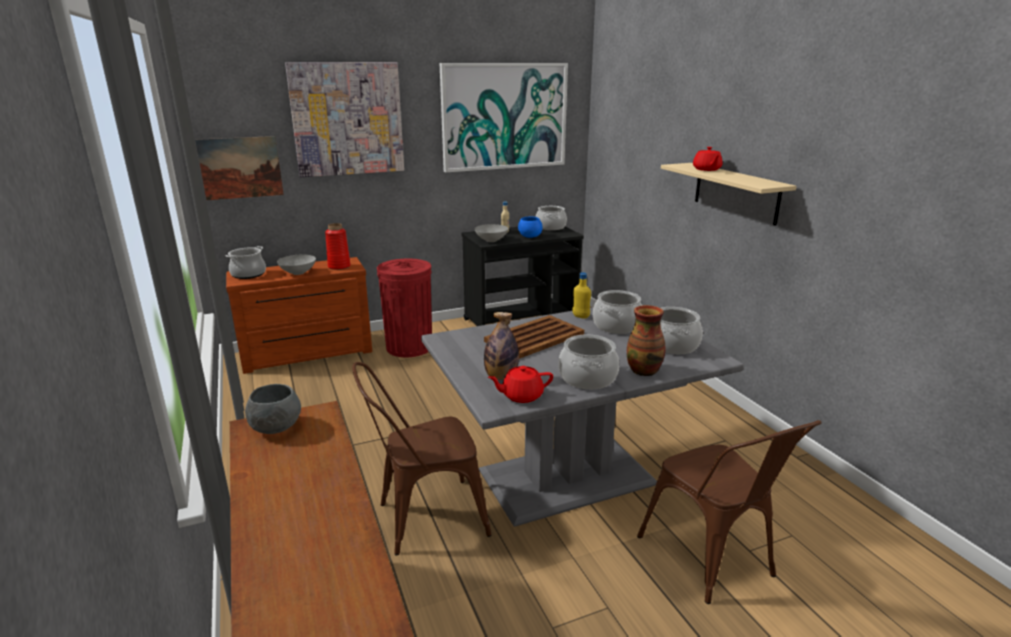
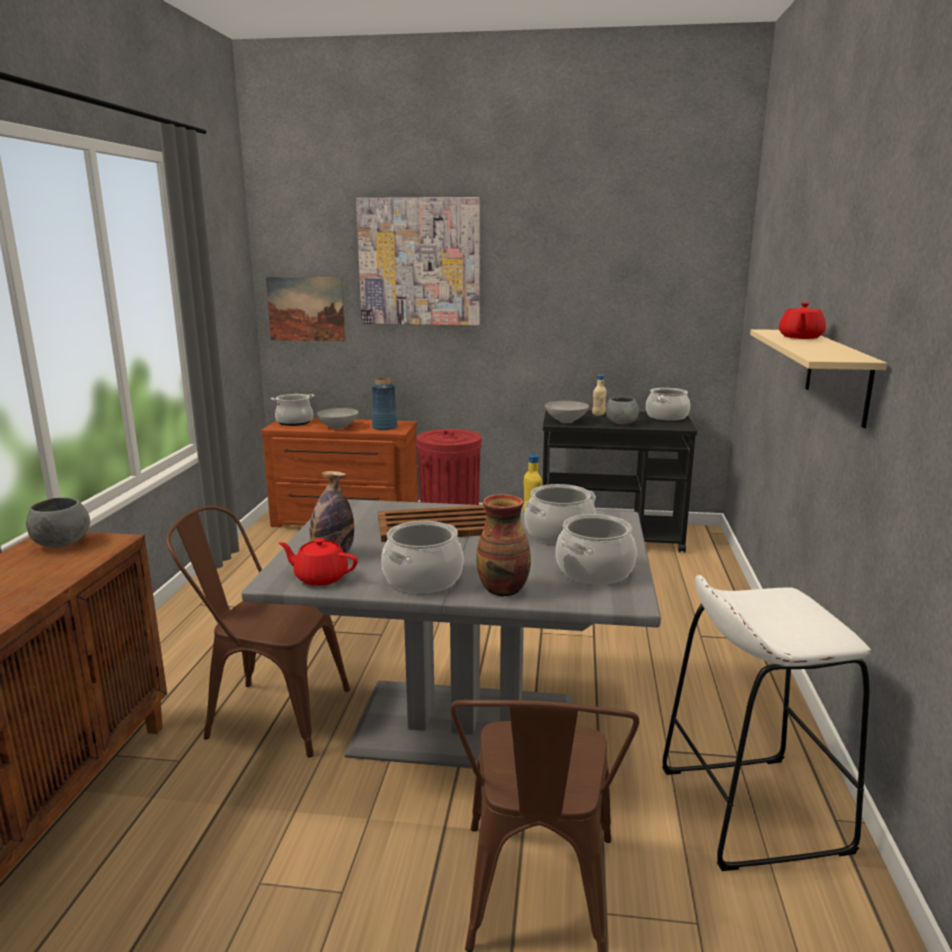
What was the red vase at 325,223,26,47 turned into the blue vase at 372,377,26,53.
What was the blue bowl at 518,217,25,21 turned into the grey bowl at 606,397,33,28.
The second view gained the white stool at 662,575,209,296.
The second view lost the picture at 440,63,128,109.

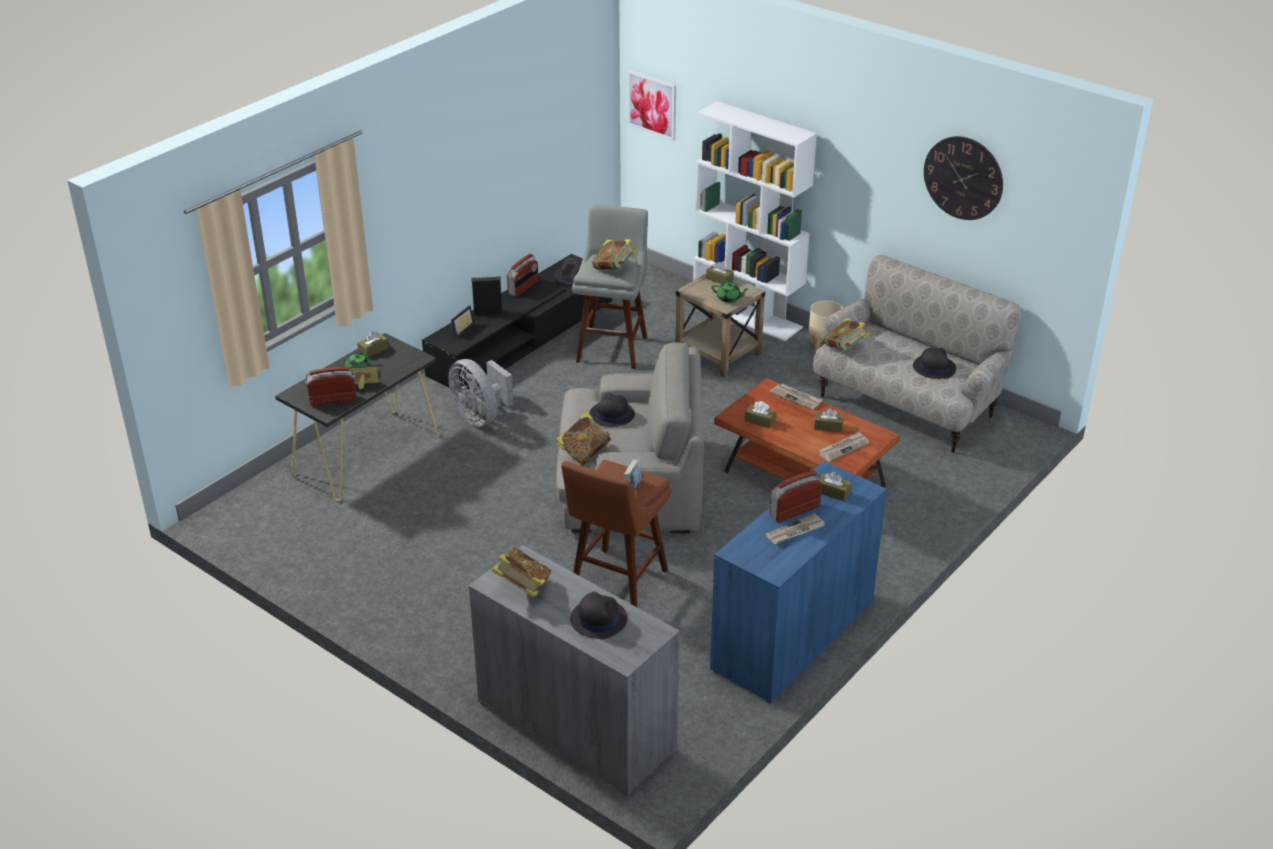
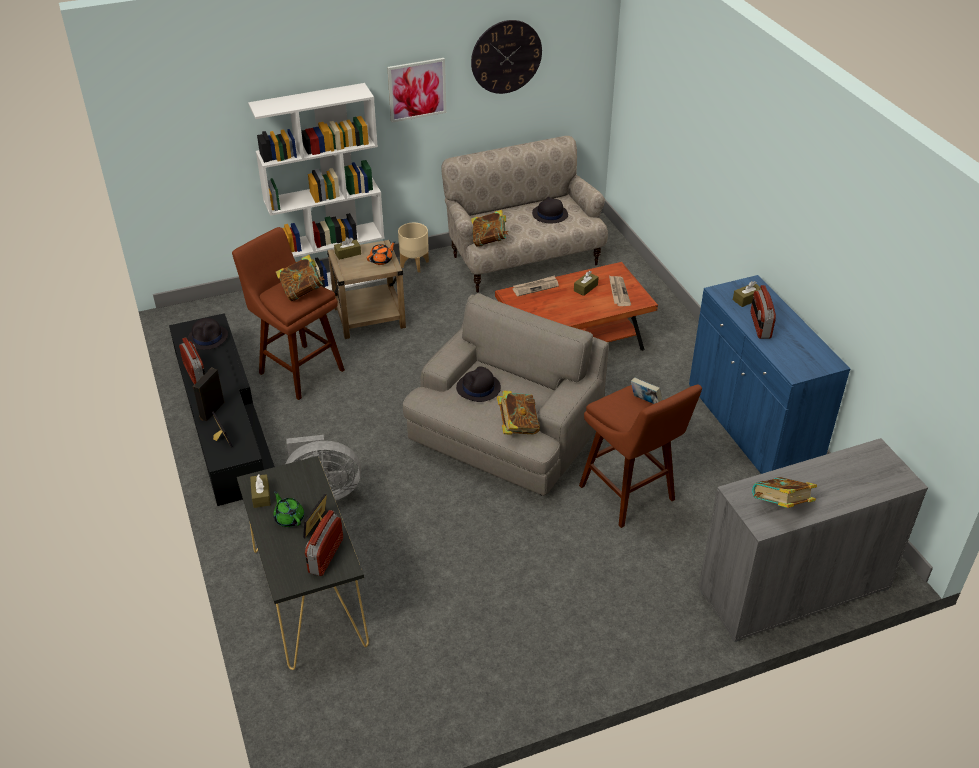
What was the grey stool at 572,204,76,165 turned into the brown stool at 232,227,113,173.
What was the green teapot at 712,282,36,21 turned into the orange teapot at 367,242,28,23.
The picture ended up elsewhere, having gone from 628,70,48,71 to 387,58,59,65.
The second view lost the black hat at 570,592,58,47.
The second view lost the brown tissue box at 745,401,31,27.
The second view lost the newspaper at 765,513,60,31.

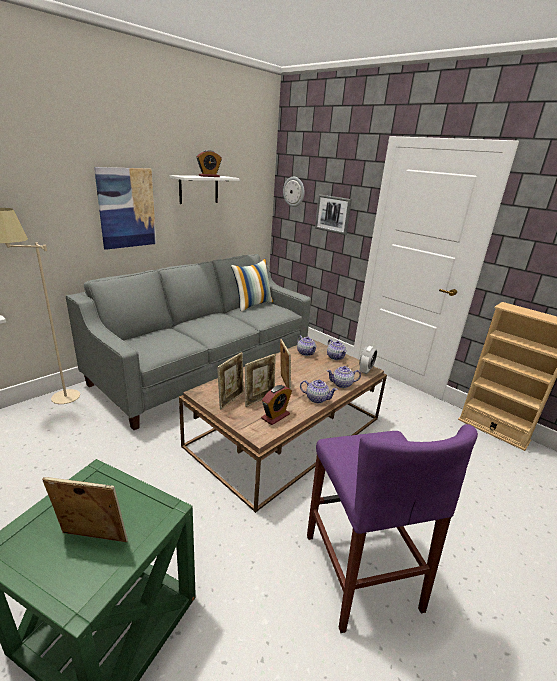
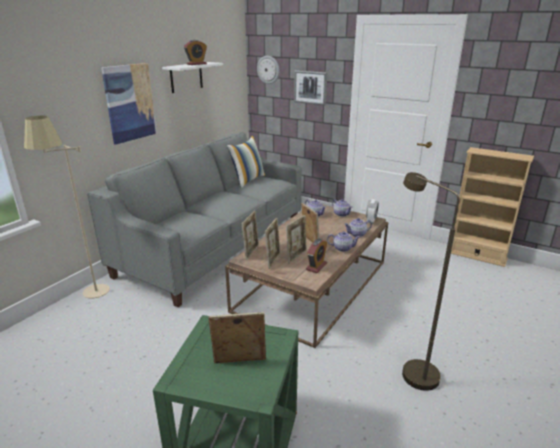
The second view gained the picture frame at 242,211,17,49.
Where the purple stool stood at 307,424,171,209, the brown floor lamp came to stand at 402,172,57,219.

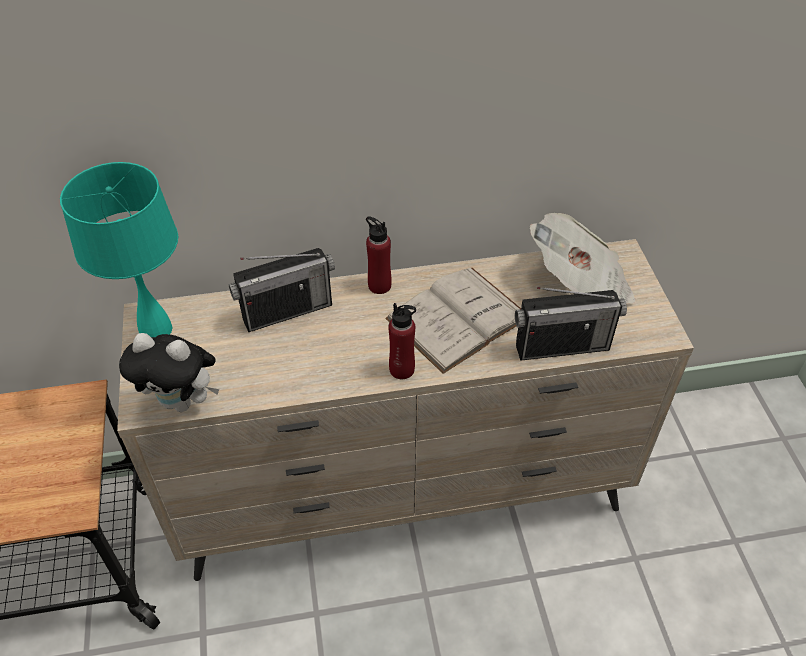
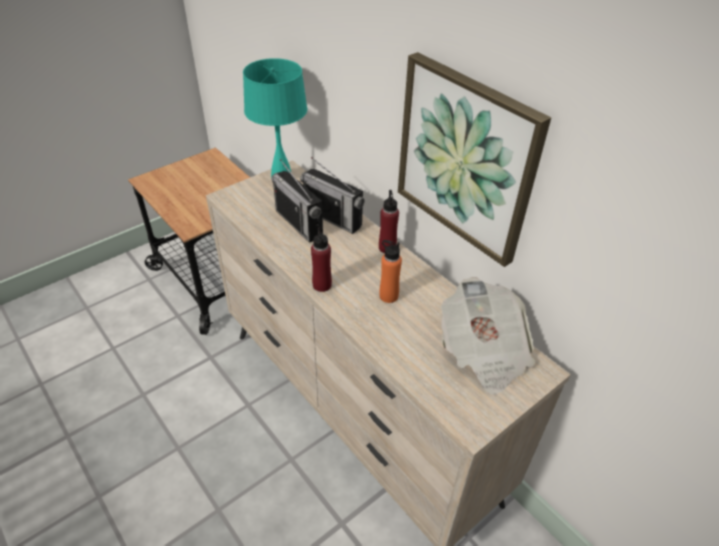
The radio ended up elsewhere, having gone from 515,287,112,73 to 271,159,52,84.
Where the white book stood at 385,268,136,106, the orange bottle came to stand at 379,240,23,63.
The second view gained the picture at 398,52,153,215.
The second view lost the plush toy at 119,333,100,79.

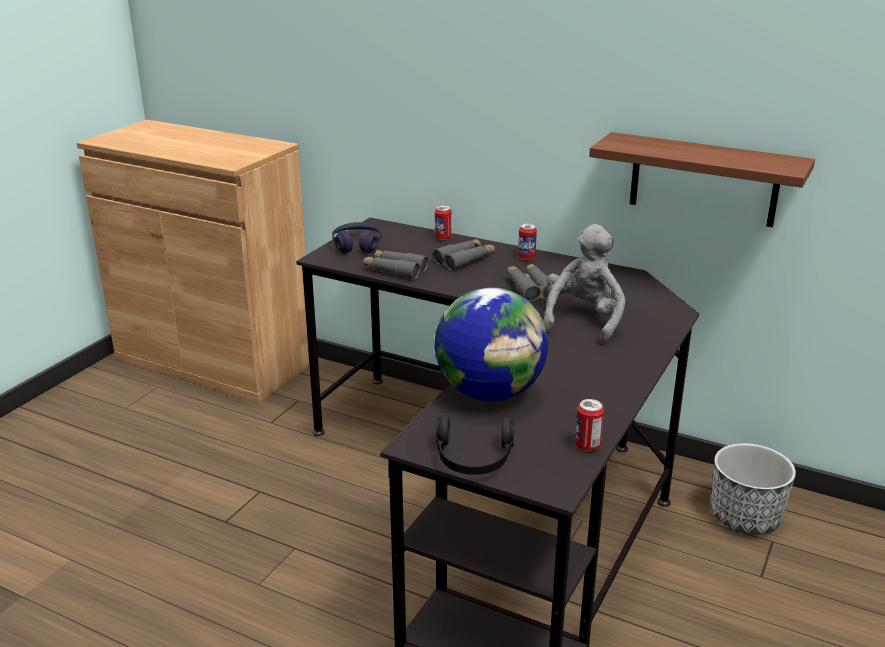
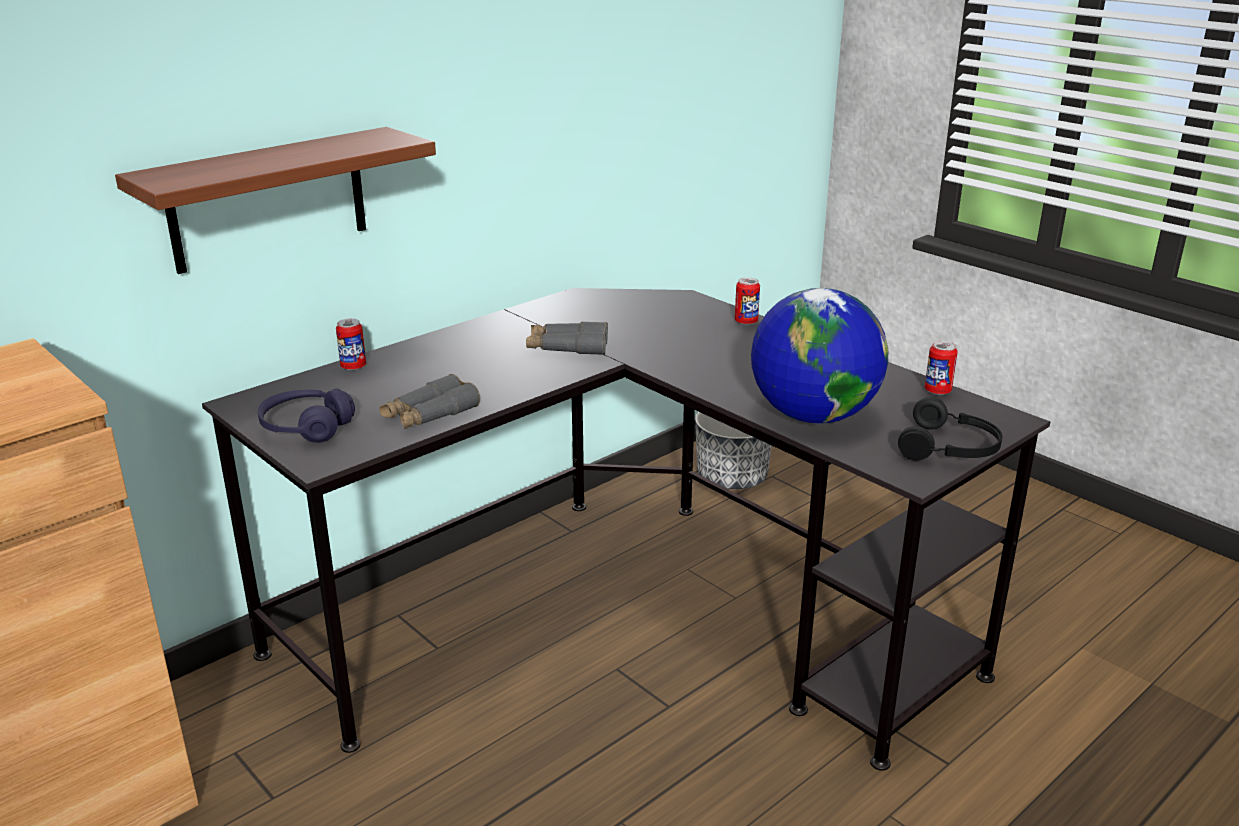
The shelf ended up elsewhere, having gone from 589,132,226,95 to 115,127,321,147.
The can ended up elsewhere, having gone from 518,224,19,36 to 735,277,25,48.
The second view lost the grey binoculars at 433,239,62,32.
The second view lost the grey plush toy at 543,224,83,120.

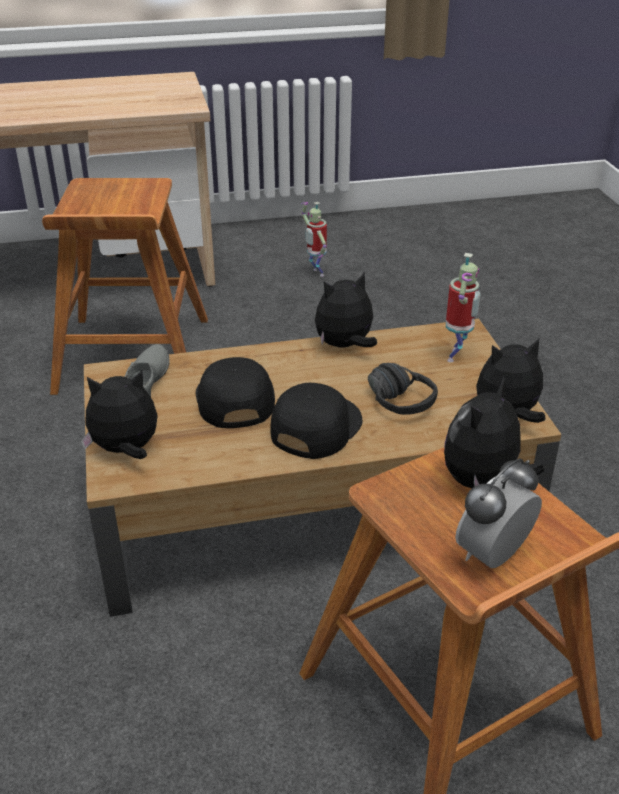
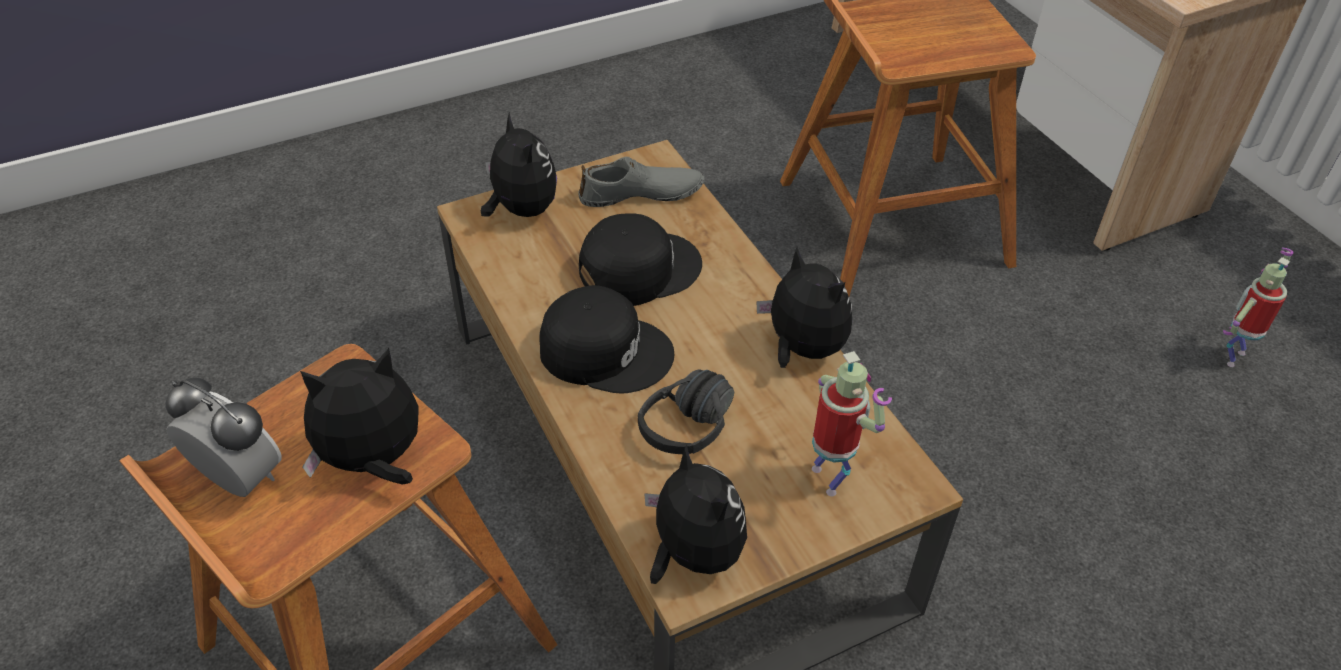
The plush toy at 444,376,100,112 ended up facing another way, 45 degrees counterclockwise from before.
The toy robot at 446,253,35,109 ended up facing another way, 120 degrees counterclockwise from before.

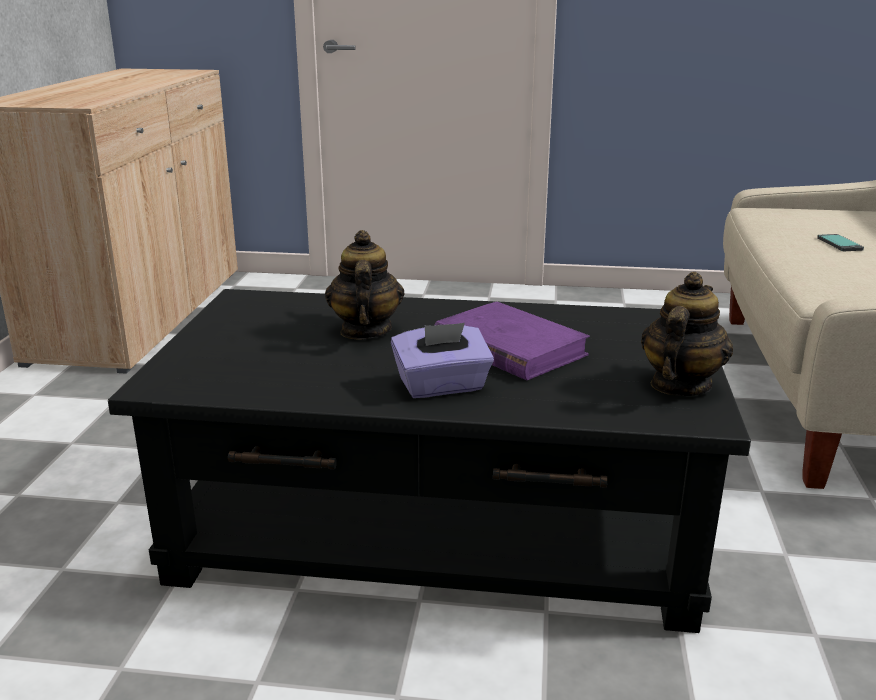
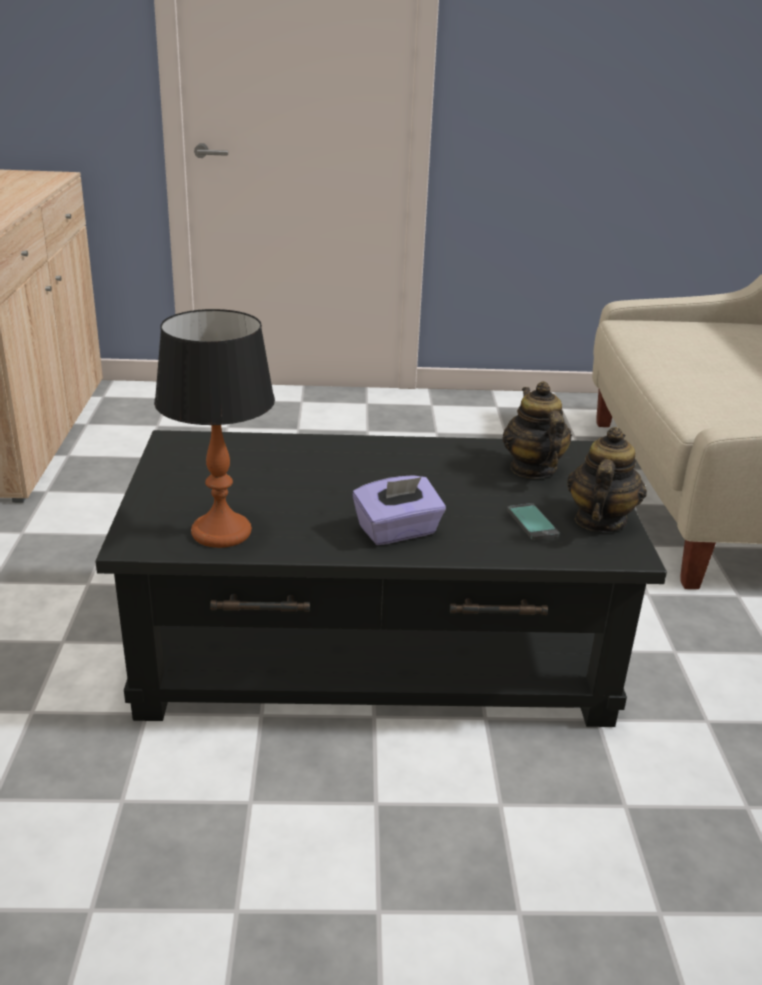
The second view gained the table lamp at 154,309,121,239.
The teapot ended up elsewhere, having gone from 325,230,80,110 to 503,381,69,98.
The phone ended up elsewhere, having gone from 817,234,47,17 to 507,503,52,37.
The second view lost the purple book at 434,301,156,79.

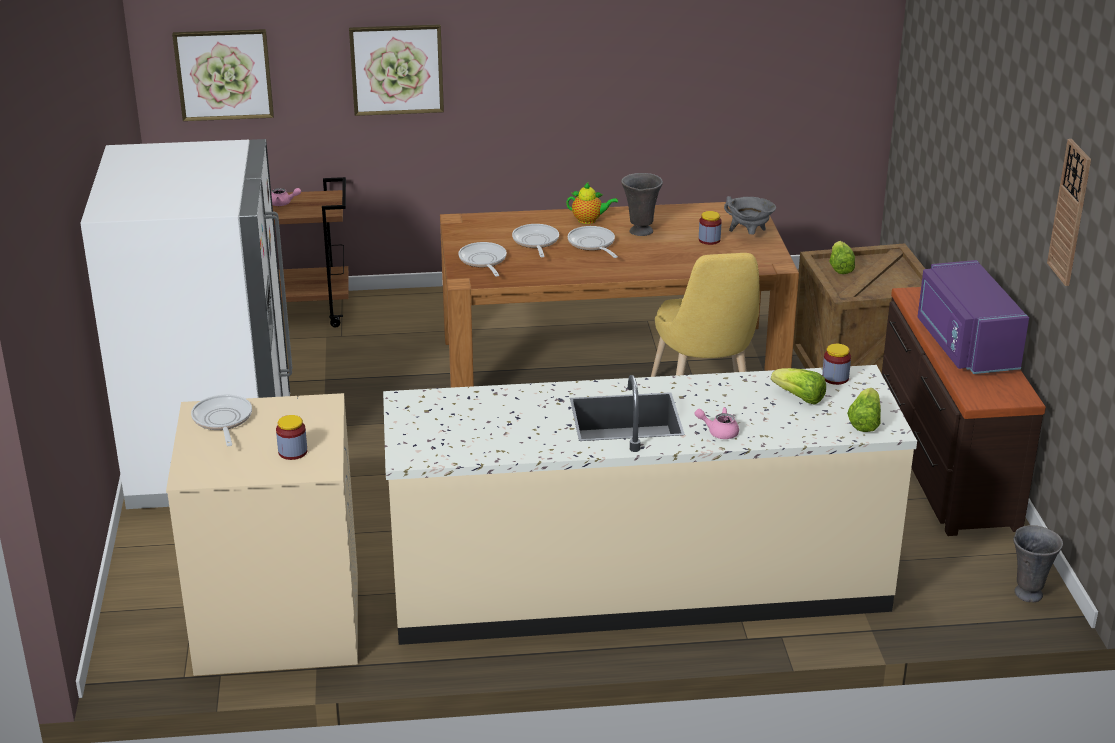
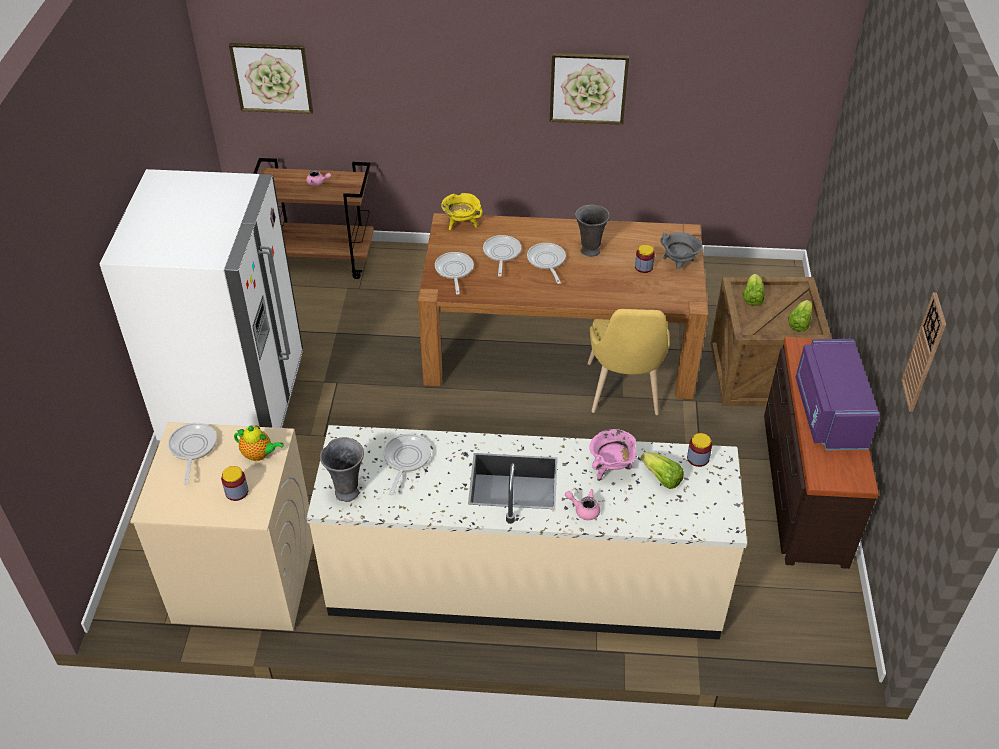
The teapot ended up elsewhere, having gone from 566,182,52,42 to 234,425,50,36.
The grey vase ended up elsewhere, having gone from 1013,525,50,77 to 320,437,44,65.
The second view gained the frying pan at 384,434,47,62.
The second view gained the yellow cooking pot at 441,193,42,37.
The picture ended up elsewhere, having gone from 349,24,95,92 to 550,53,79,72.
The second view gained the pink cooking pot at 589,429,48,52.
The lettuce ended up elsewhere, having gone from 847,388,34,44 to 788,300,24,32.

